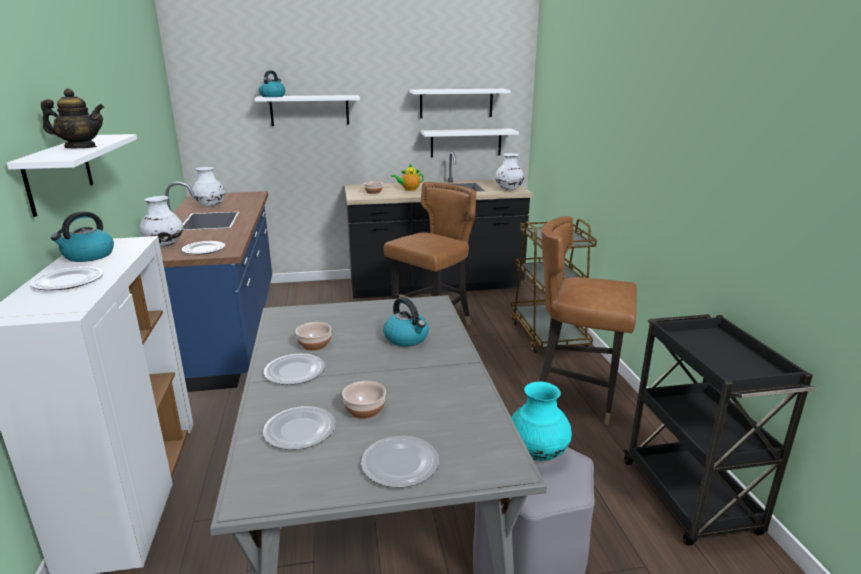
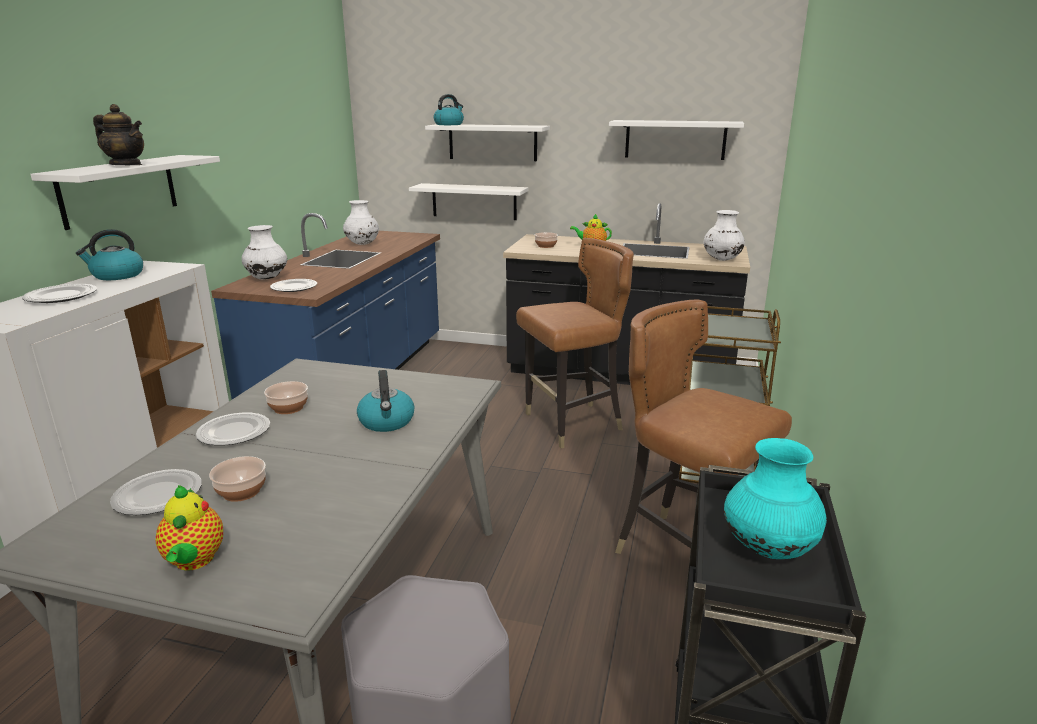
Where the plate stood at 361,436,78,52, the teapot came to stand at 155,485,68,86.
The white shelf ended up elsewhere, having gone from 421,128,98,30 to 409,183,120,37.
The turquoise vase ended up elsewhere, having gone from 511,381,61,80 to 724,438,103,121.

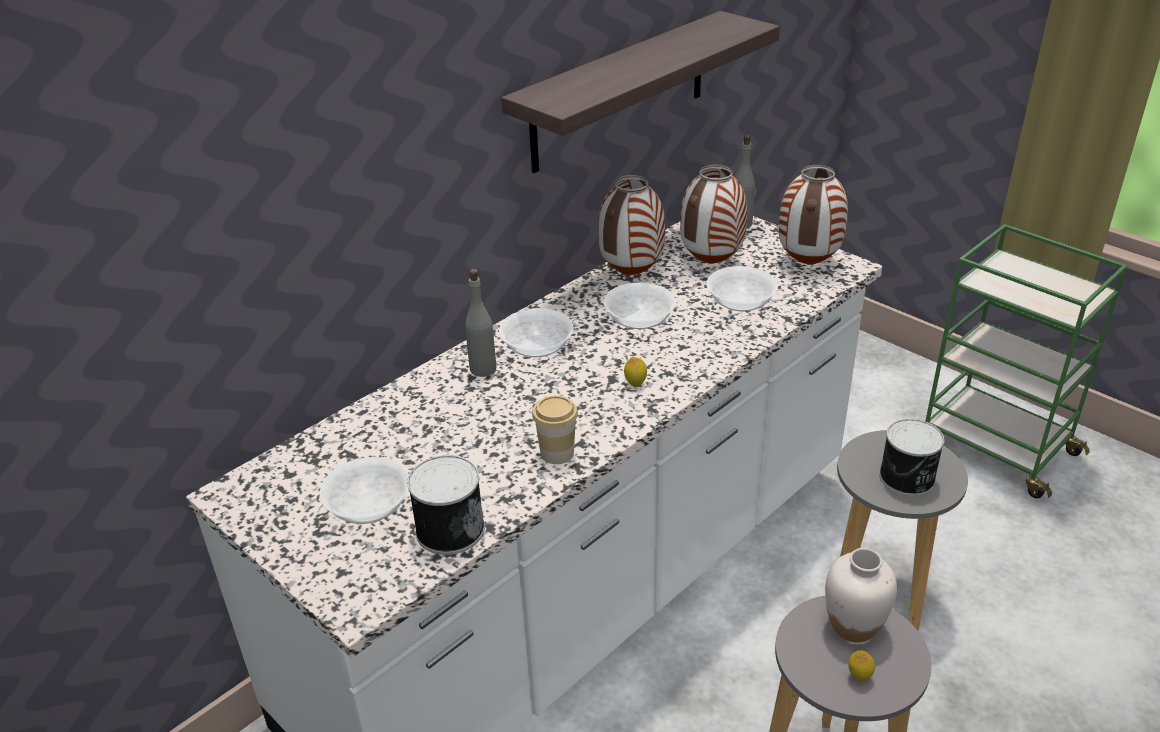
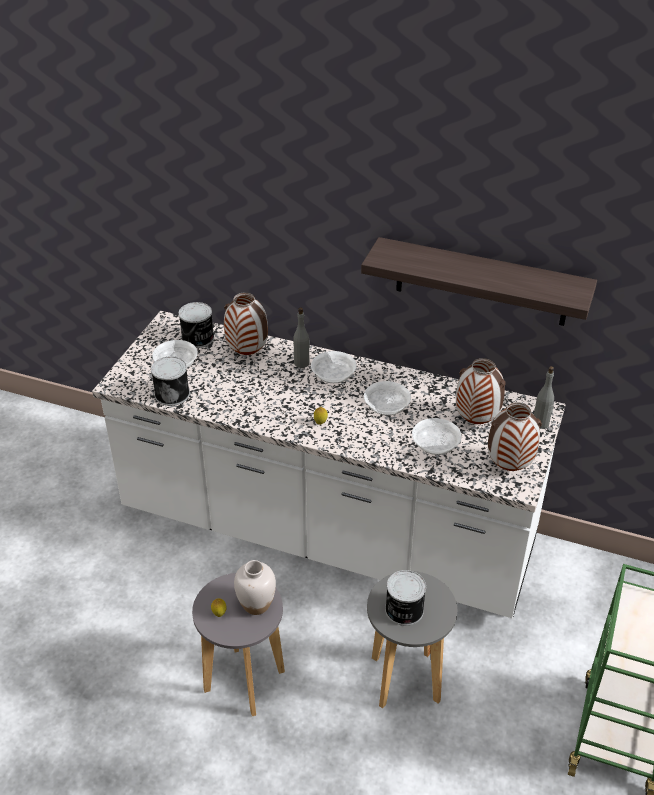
The second view gained the can at 179,302,35,46.
The vase ended up elsewhere, having gone from 598,175,67,100 to 224,293,44,62.
The second view lost the cup at 532,396,46,68.

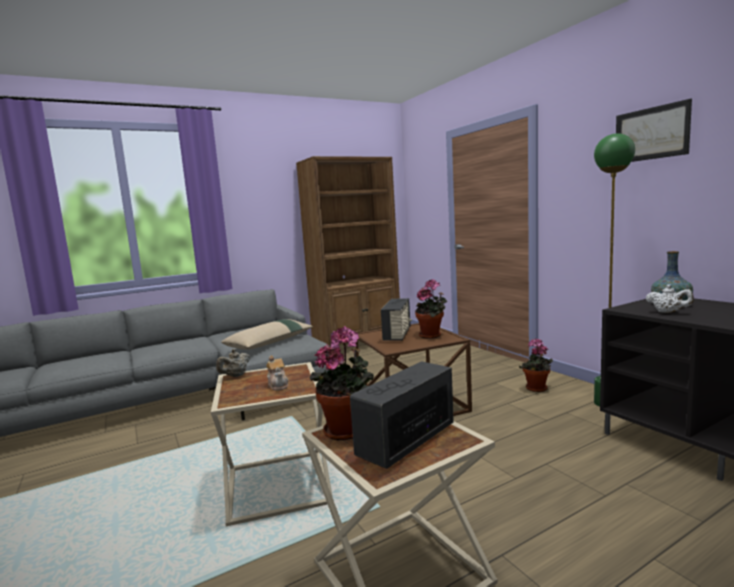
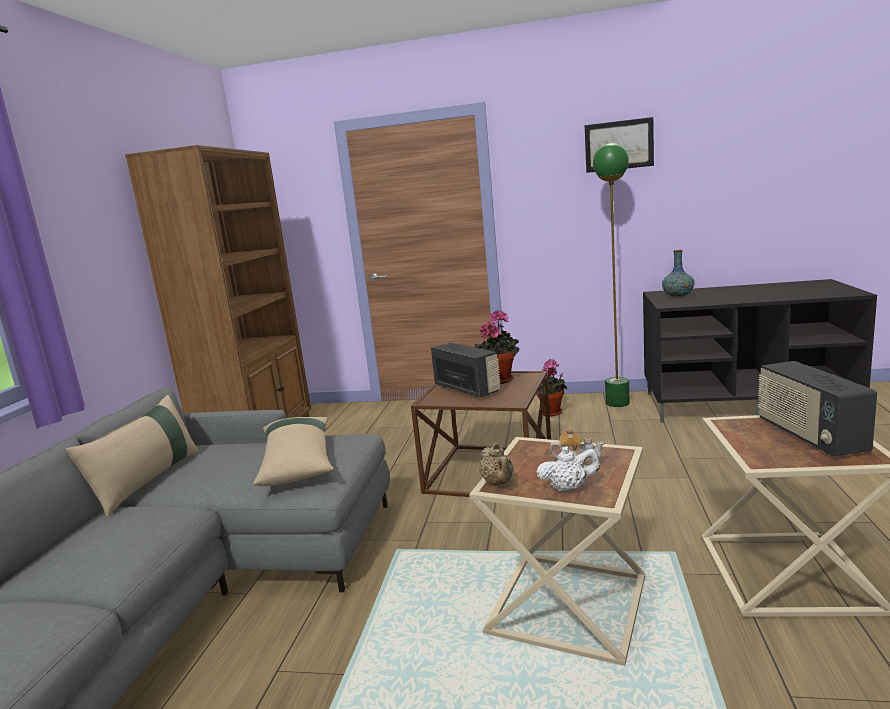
The second view gained the beige pillow at 65,395,134,122.
The white teapot ended up elsewhere, having gone from 646,285,48,28 to 536,446,64,46.
The second view lost the potted plant at 310,326,64,114.

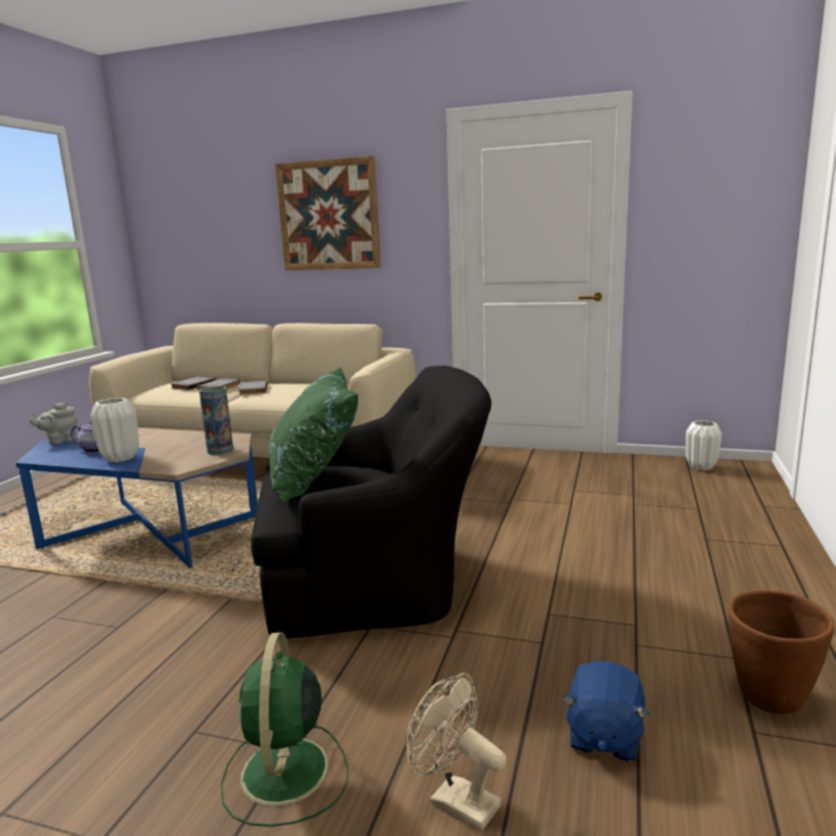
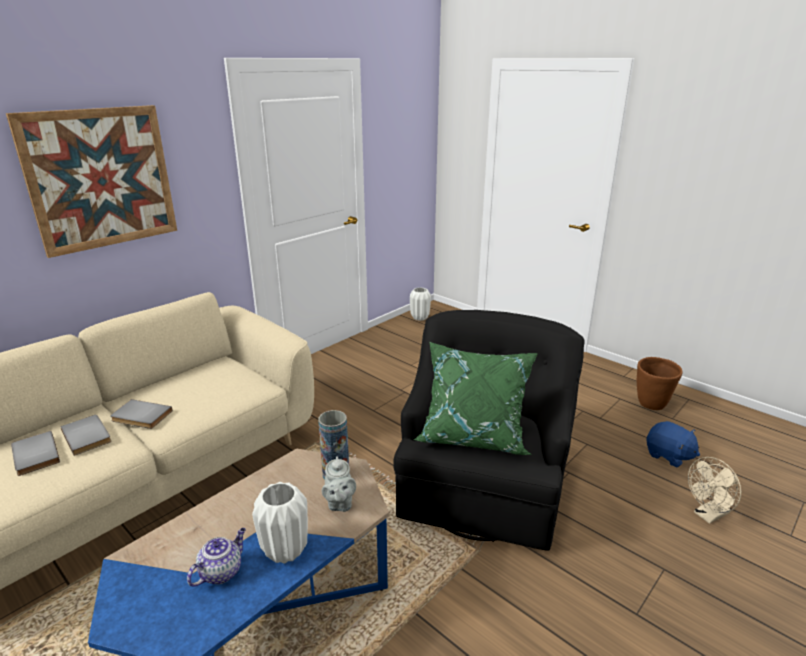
The grey teapot ended up elsewhere, having gone from 29,402,49,42 to 322,456,34,56.
The second view lost the green fan at 221,632,127,195.

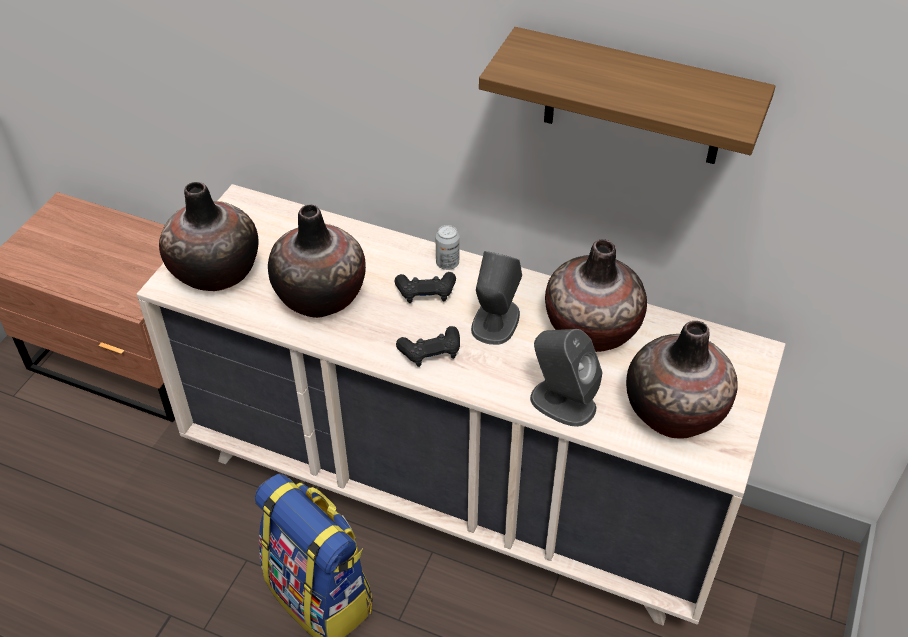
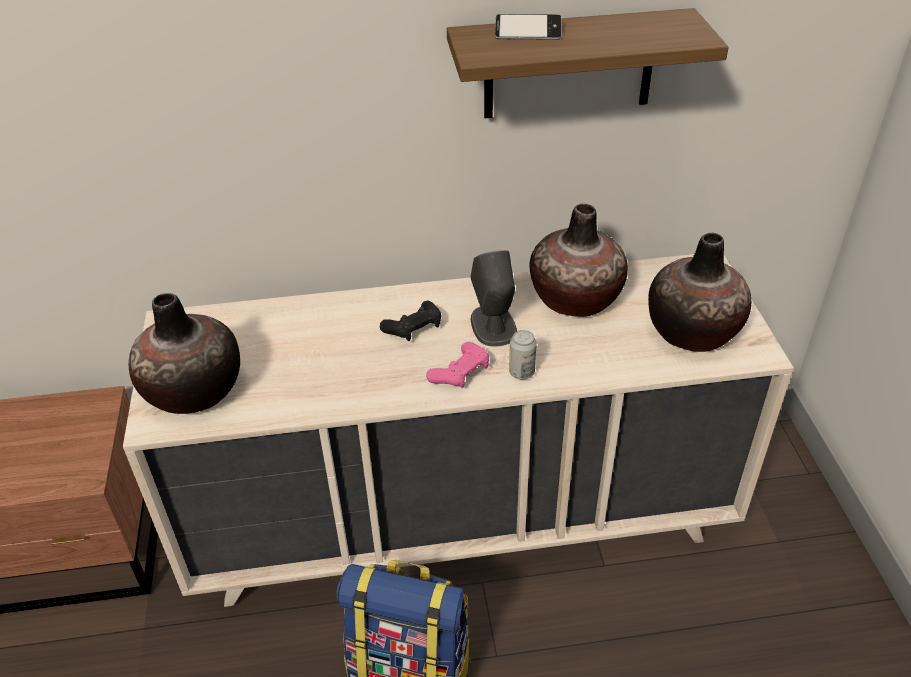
What was the black game controller at 396,326,64,41 turned into the pink game controller at 426,342,63,46.
The second view gained the phone at 495,14,66,26.
The can ended up elsewhere, having gone from 435,225,25,45 to 509,330,28,49.
The second view lost the vase at 268,204,98,114.
The second view lost the grey speaker at 530,329,73,98.

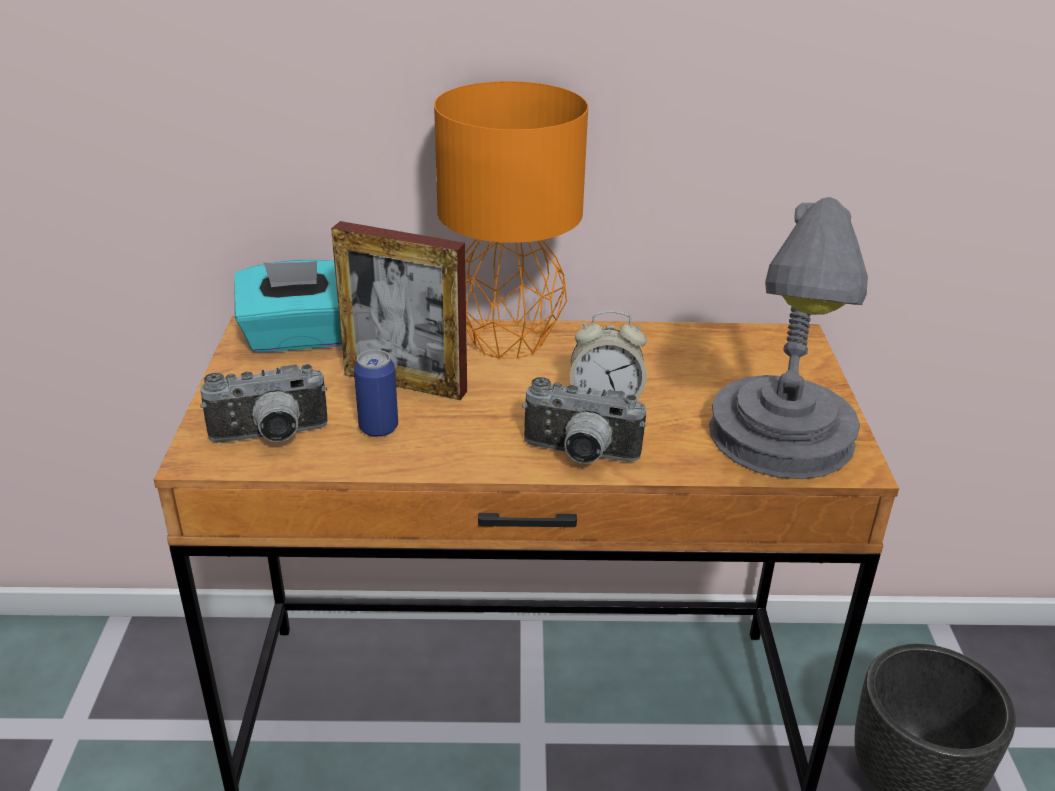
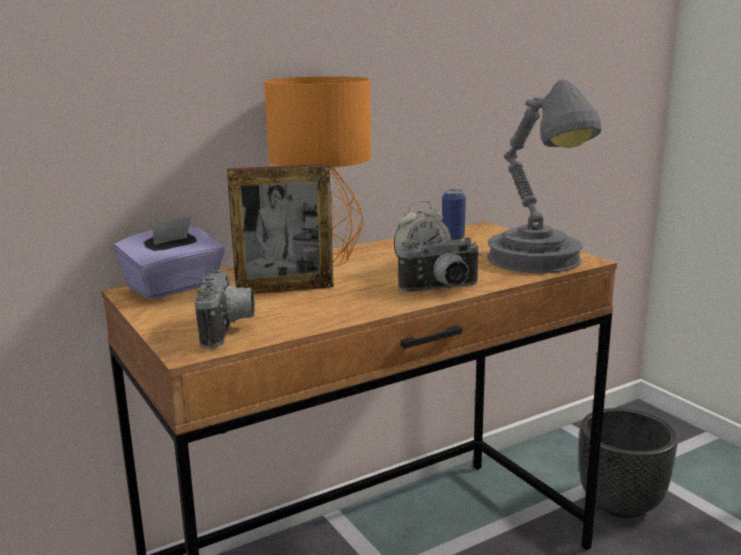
What was the turquoise tissue box at 234,260,108,92 turned into the purple tissue box at 114,216,111,84.
The photo camera at 200,364,128,79 ended up facing another way, 45 degrees counterclockwise from before.
The can ended up elsewhere, having gone from 354,349,44,88 to 442,189,24,51.

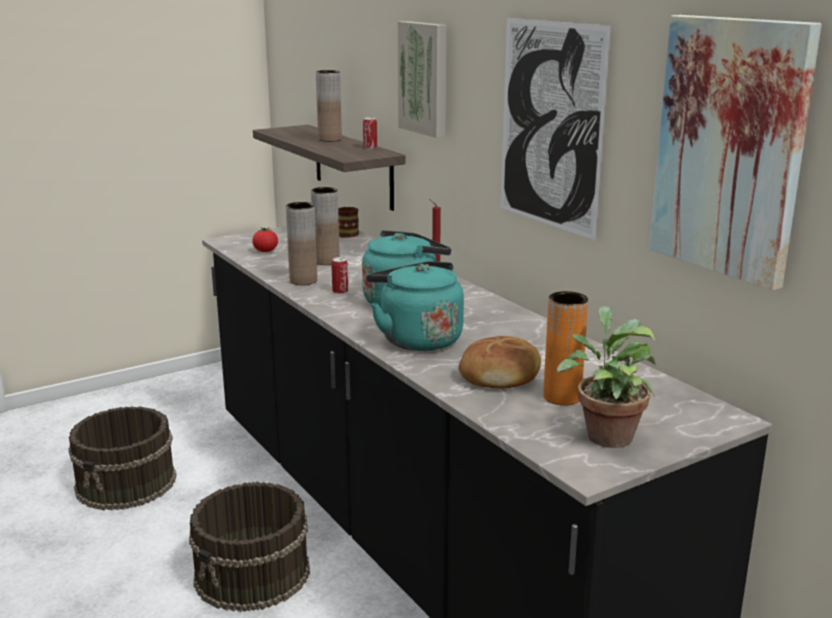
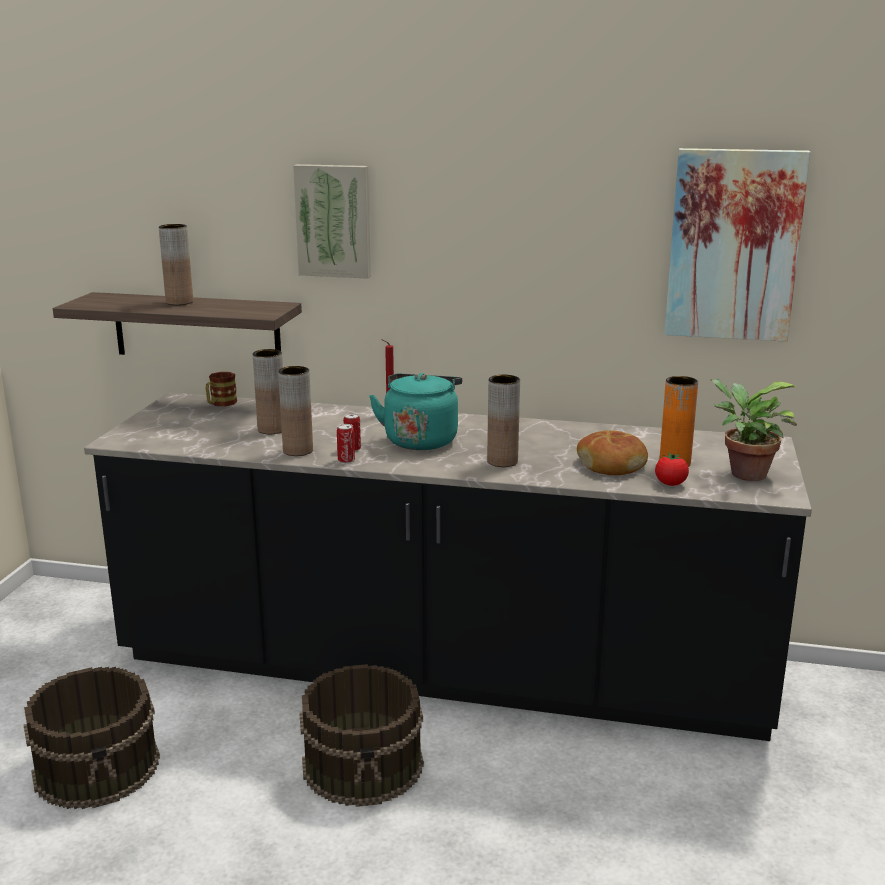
The can ended up elsewhere, having gone from 363,117,14,32 to 337,424,18,39.
Where the turquoise kettle stood at 367,261,97,90, the brown vase came to stand at 487,375,33,92.
The tomato ended up elsewhere, having gone from 252,227,26,25 to 655,453,34,33.
The second view lost the picture at 501,18,110,222.

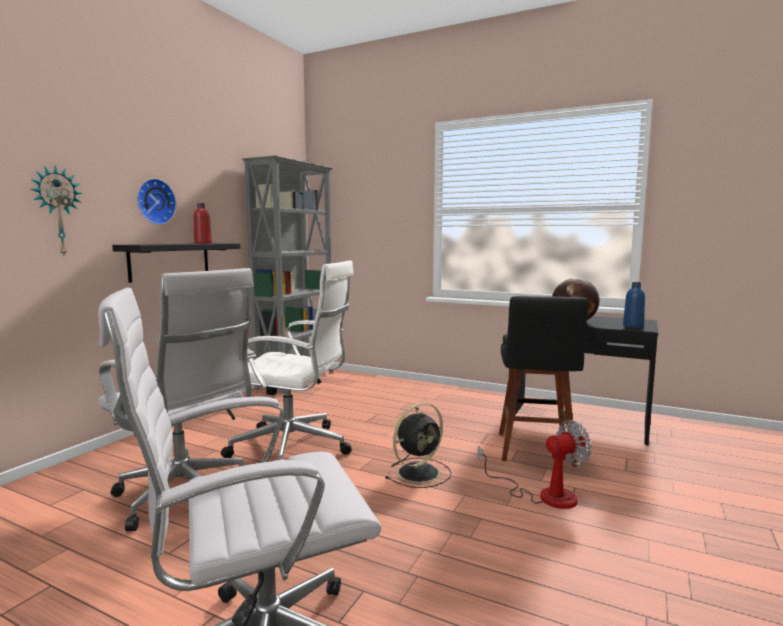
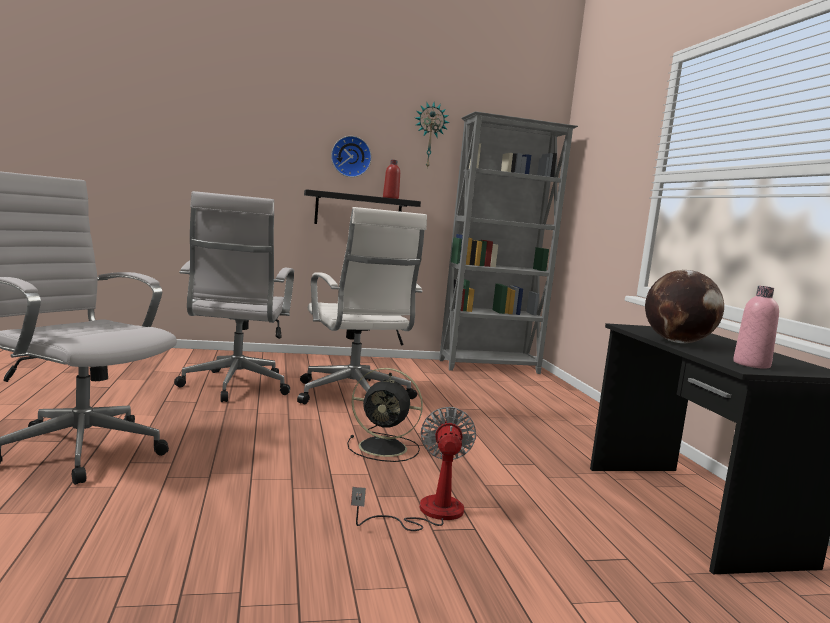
The fan at 478,420,114,89 ended up facing another way, 120 degrees counterclockwise from before.
The wall clock ended up elsewhere, having gone from 30,165,52,90 to 415,103,35,66.
What was the blue bottle at 623,282,22,46 turned into the pink bottle at 733,286,46,83.
The second view lost the black stool at 499,296,89,171.

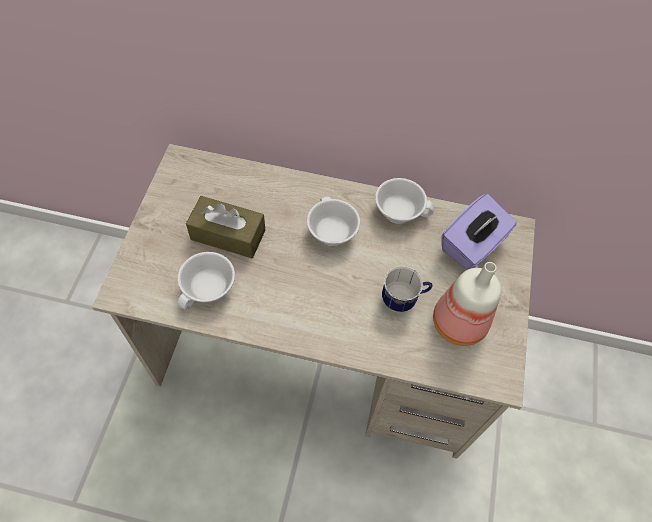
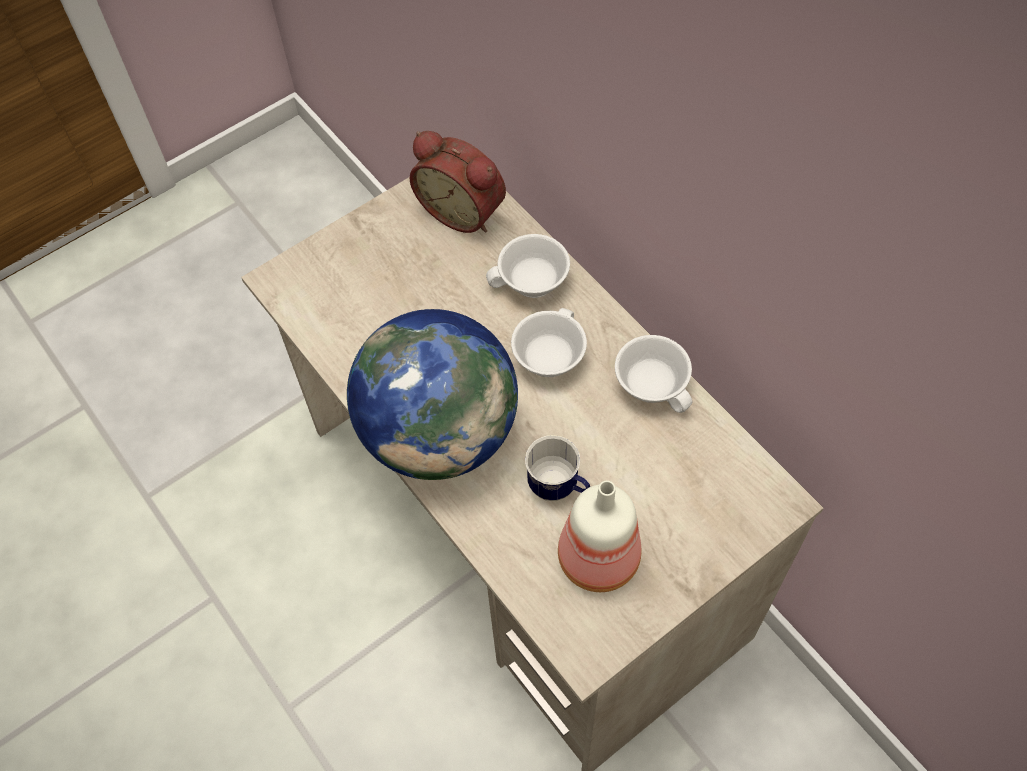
The second view gained the globe at 347,309,171,171.
The second view gained the alarm clock at 410,131,96,102.
The white cup ended up elsewhere, having gone from 177,252,58,58 to 486,234,84,64.
The second view lost the brown tissue box at 186,196,79,62.
The second view lost the purple tissue box at 441,193,76,77.

